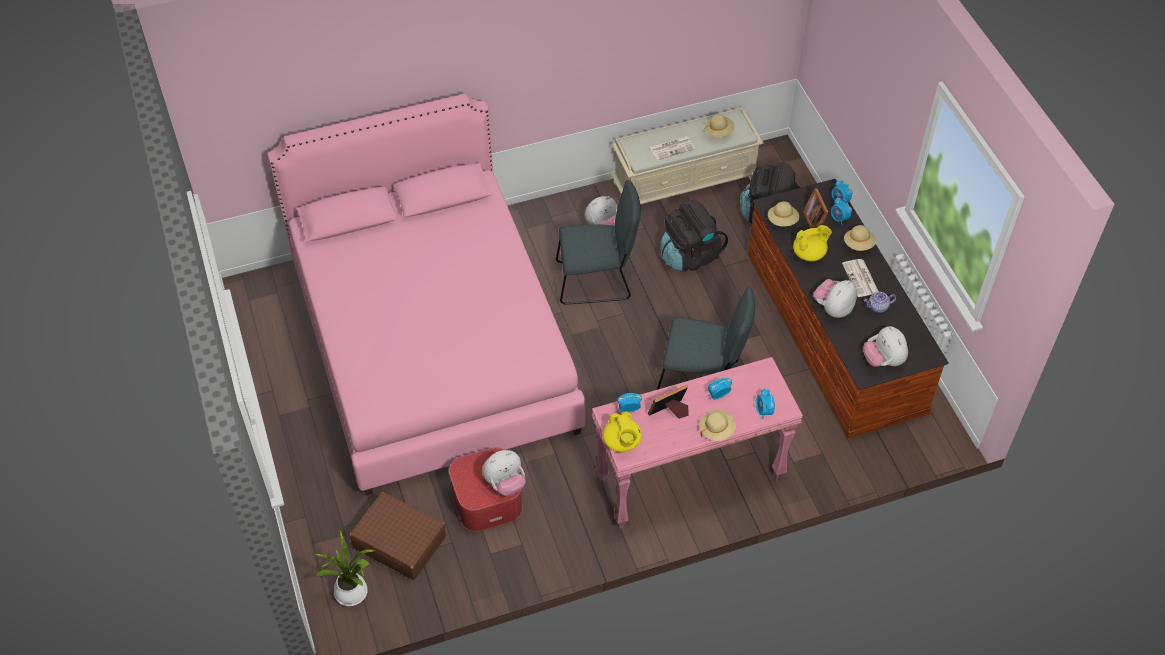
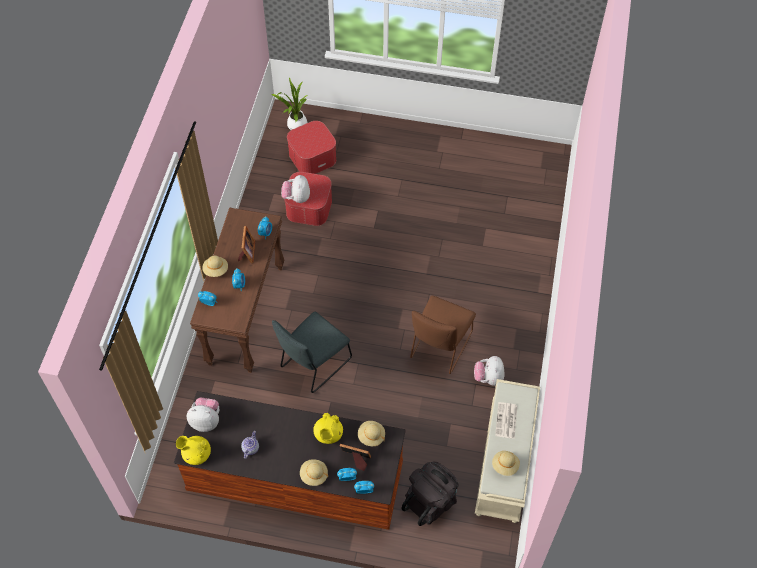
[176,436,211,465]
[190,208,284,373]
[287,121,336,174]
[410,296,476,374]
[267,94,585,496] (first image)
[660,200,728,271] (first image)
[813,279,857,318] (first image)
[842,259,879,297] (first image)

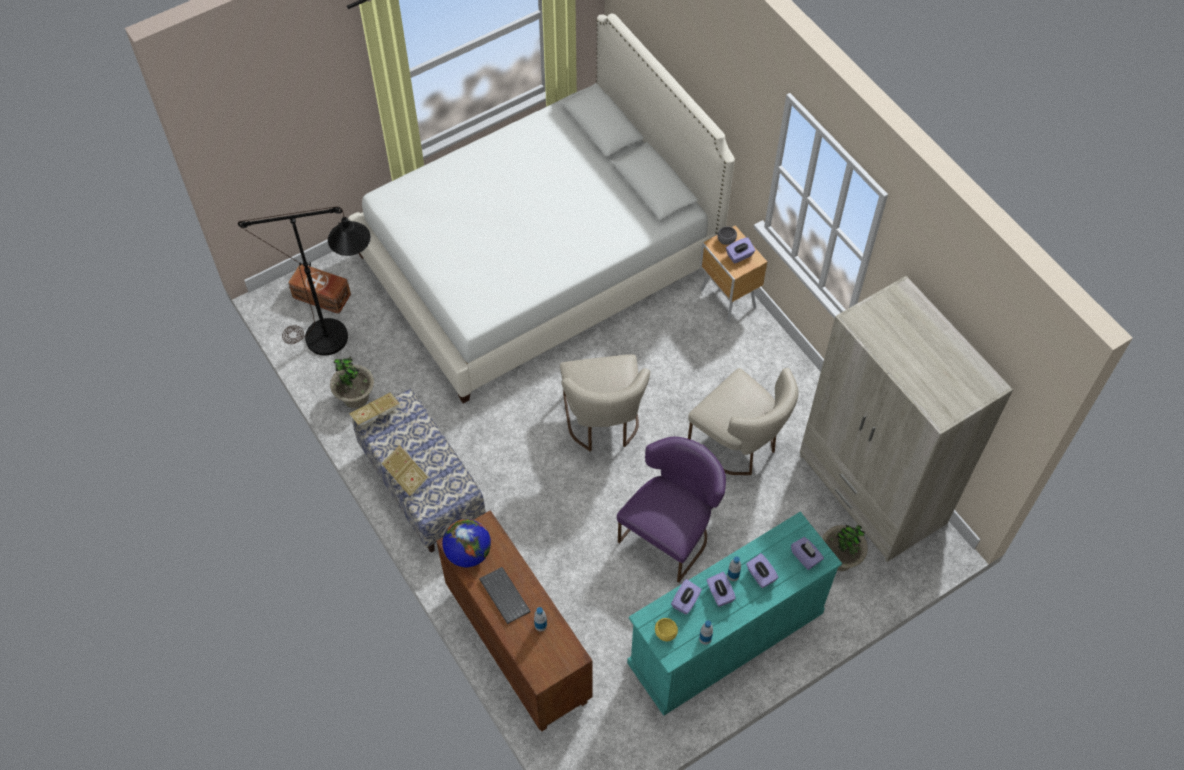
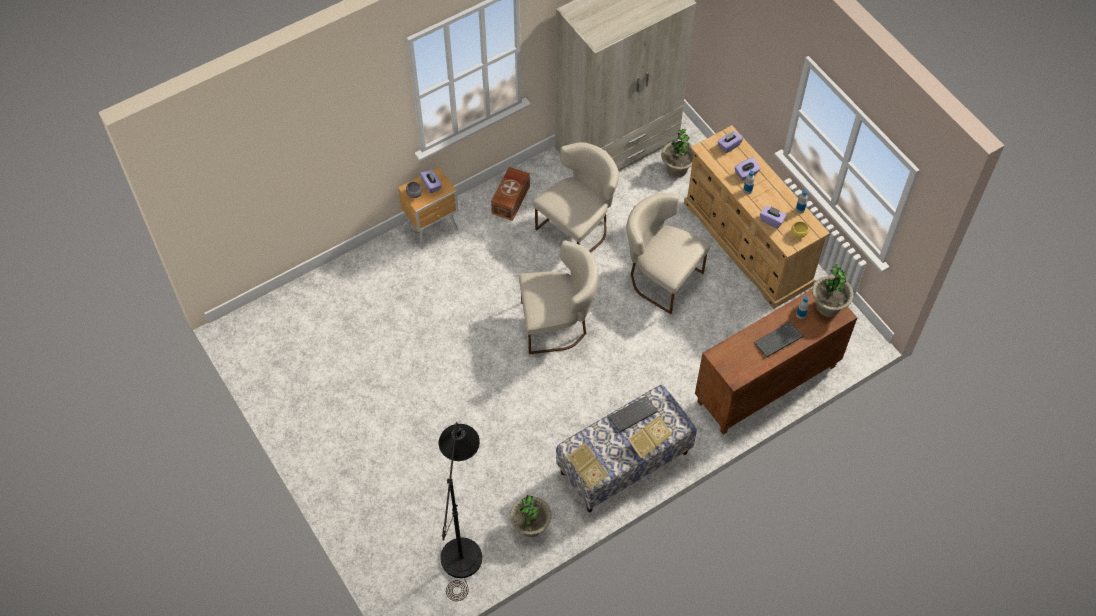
[491,167,530,221]
[608,396,658,432]
[626,193,710,314]
[684,125,830,309]
[812,264,854,317]
[348,14,735,404] (first image)
[442,519,491,567] (first image)
[707,572,736,607] (first image)

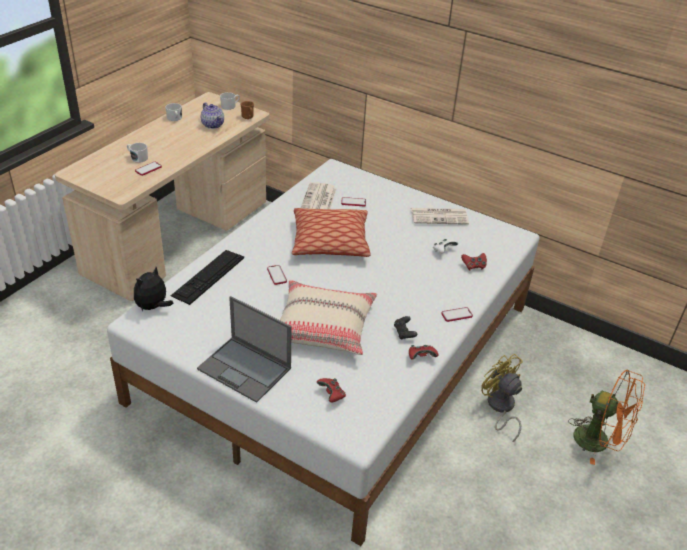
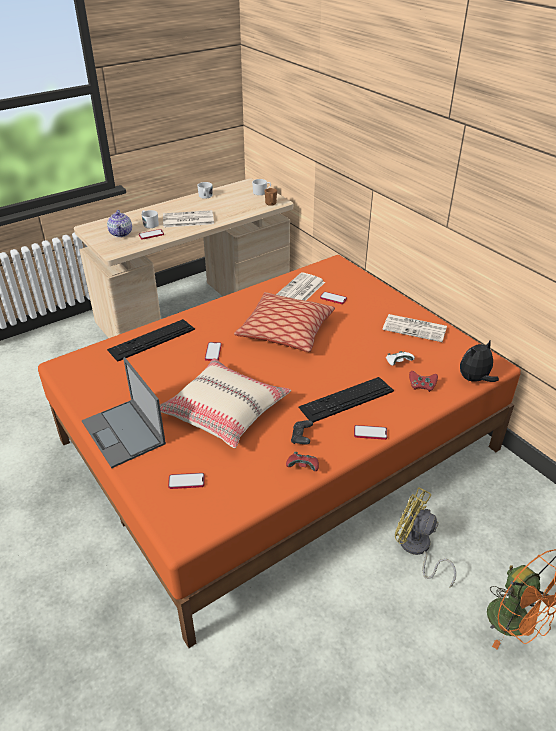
[38,255,521,648]
[107,210,132,237]
[163,210,214,228]
[168,473,205,489]
[298,377,394,423]
[395,487,456,588]
[460,339,499,382]

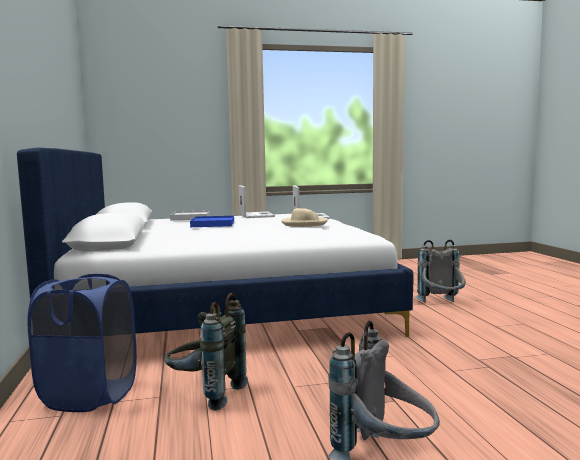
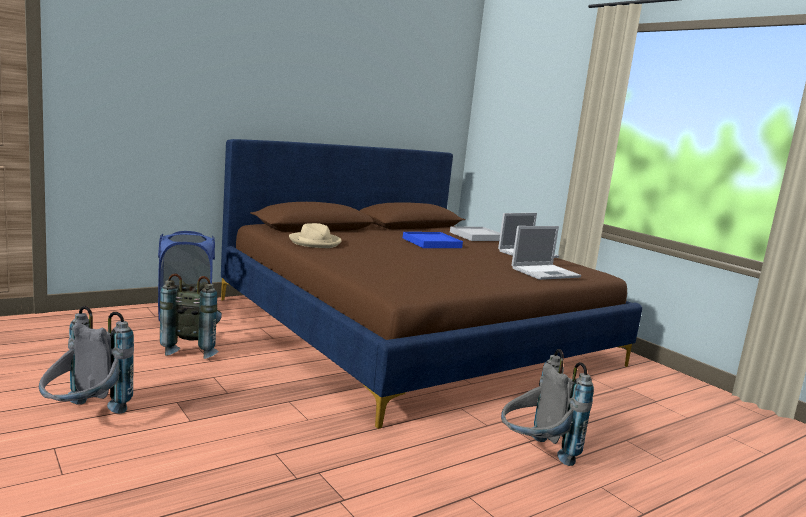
[221,139,642,429]
[289,223,342,248]

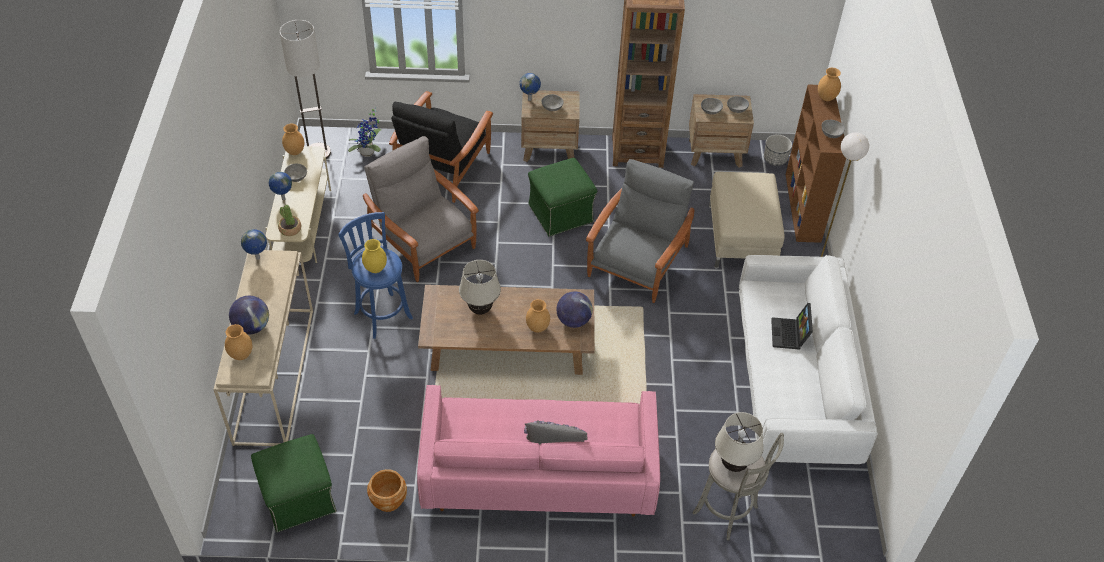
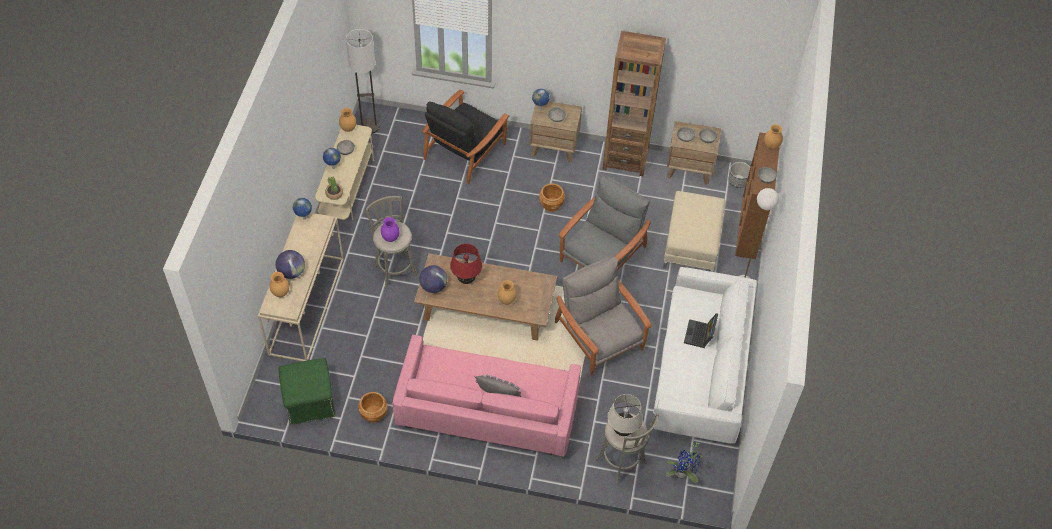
[365,196,418,288]
[381,217,399,242]
[419,265,447,293]
[450,244,482,284]
[539,183,565,212]
[555,257,652,375]
[666,441,702,483]

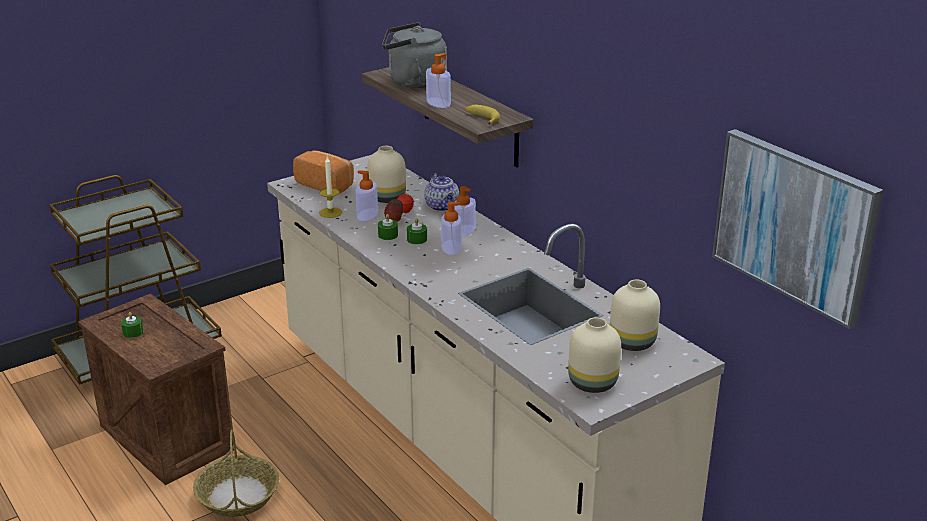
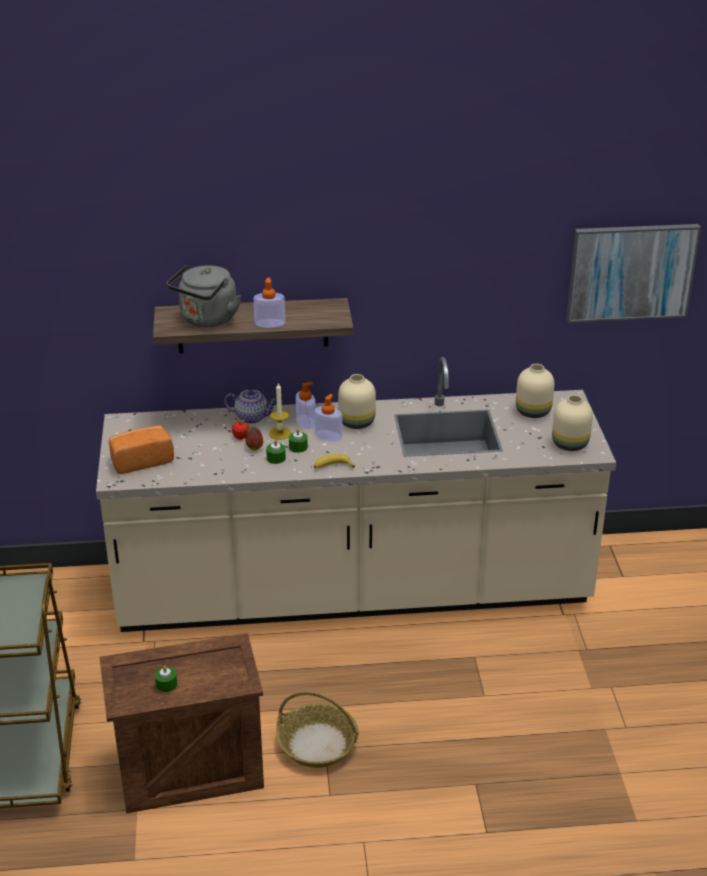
[269,382,291,440]
[314,454,356,468]
[338,374,376,429]
[356,170,378,221] (first image)

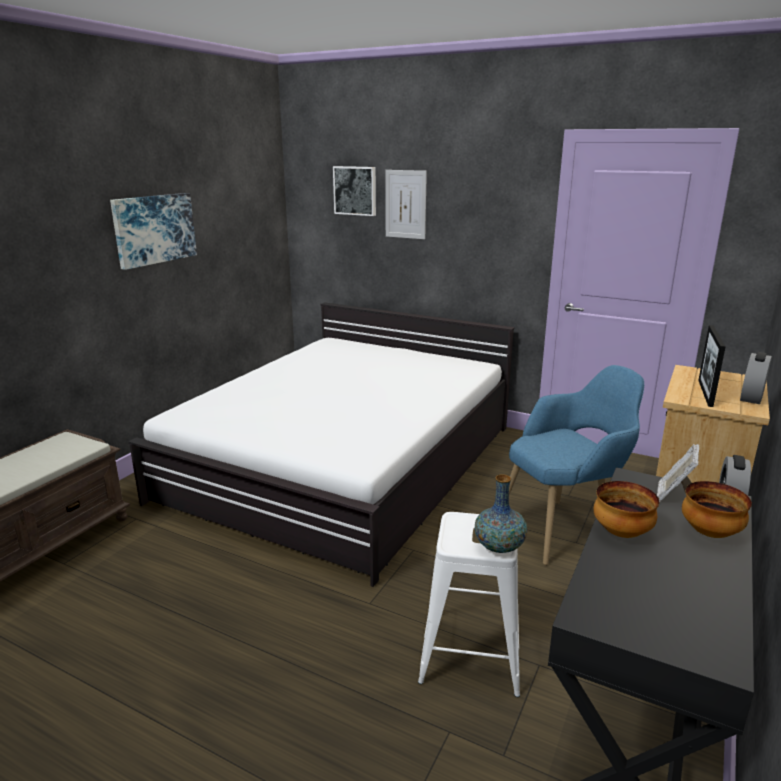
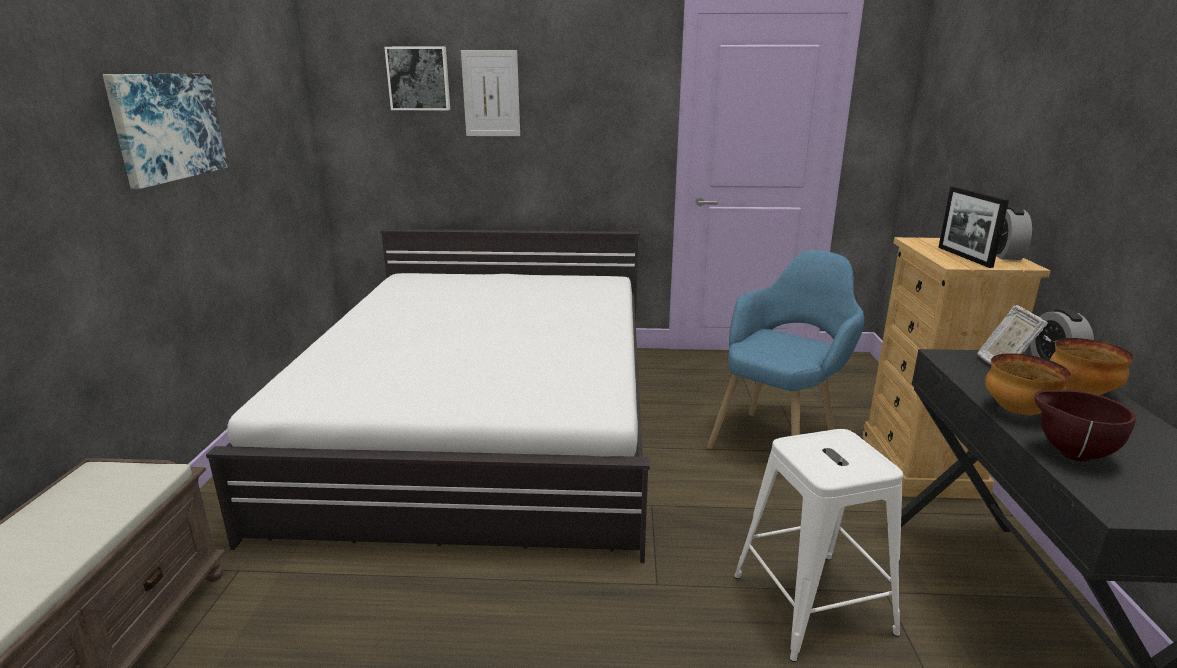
[1034,390,1136,462]
[475,475,527,553] (first image)

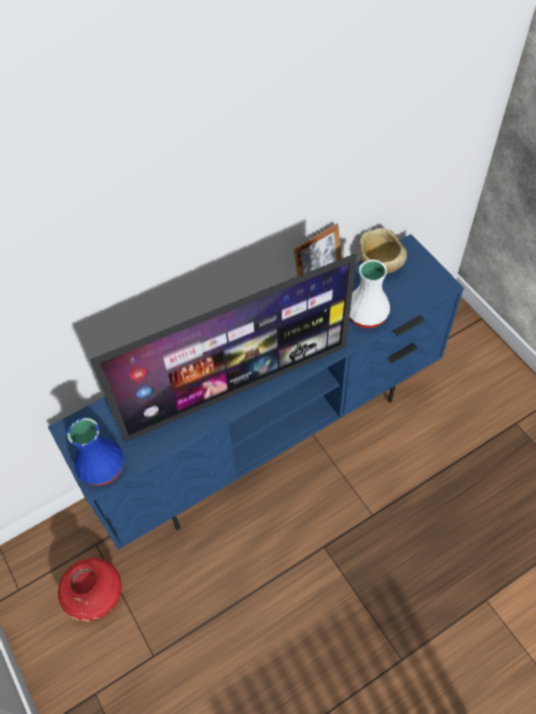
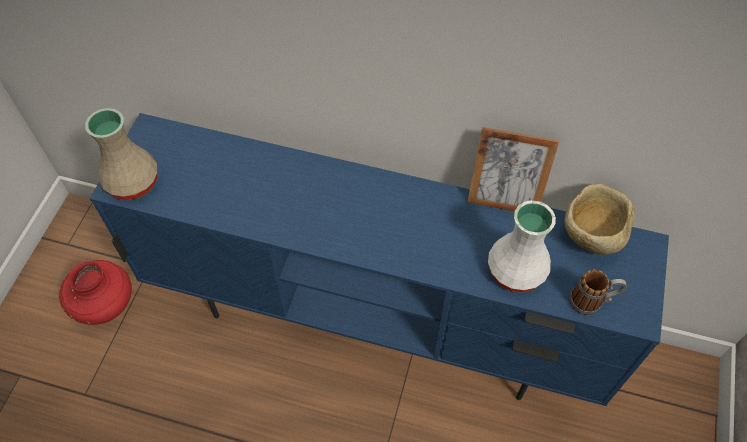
[85,108,157,200]
[569,269,627,315]
[90,253,357,442] (first image)

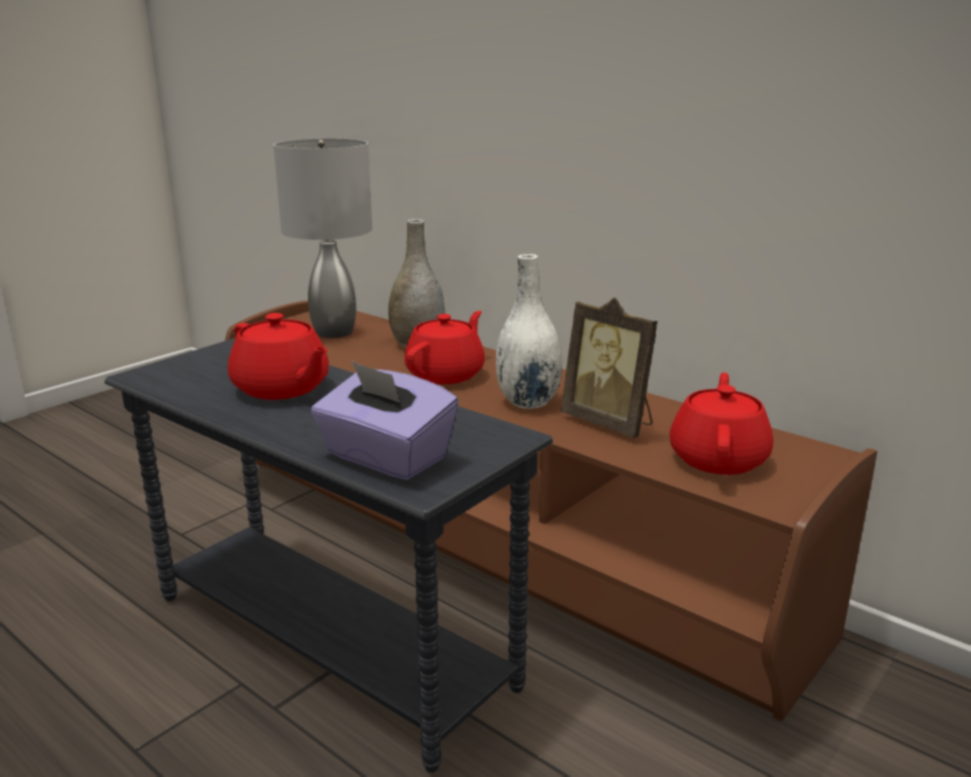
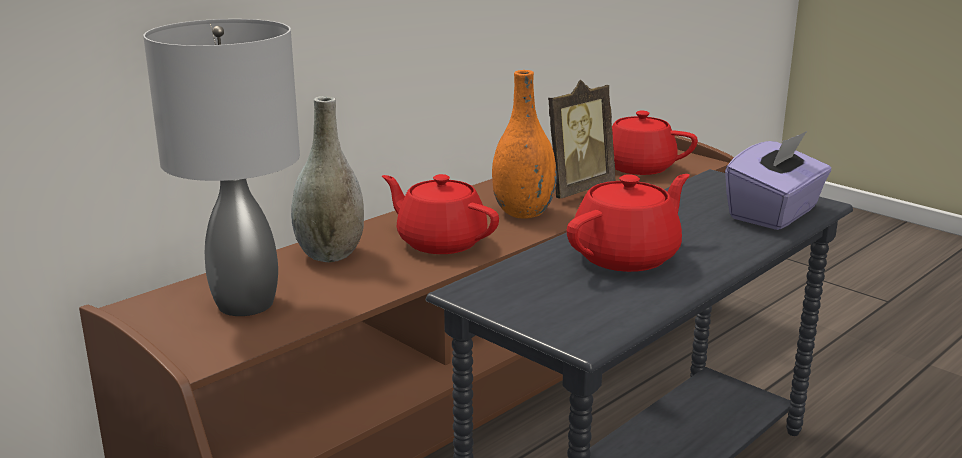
[492,70,557,219]

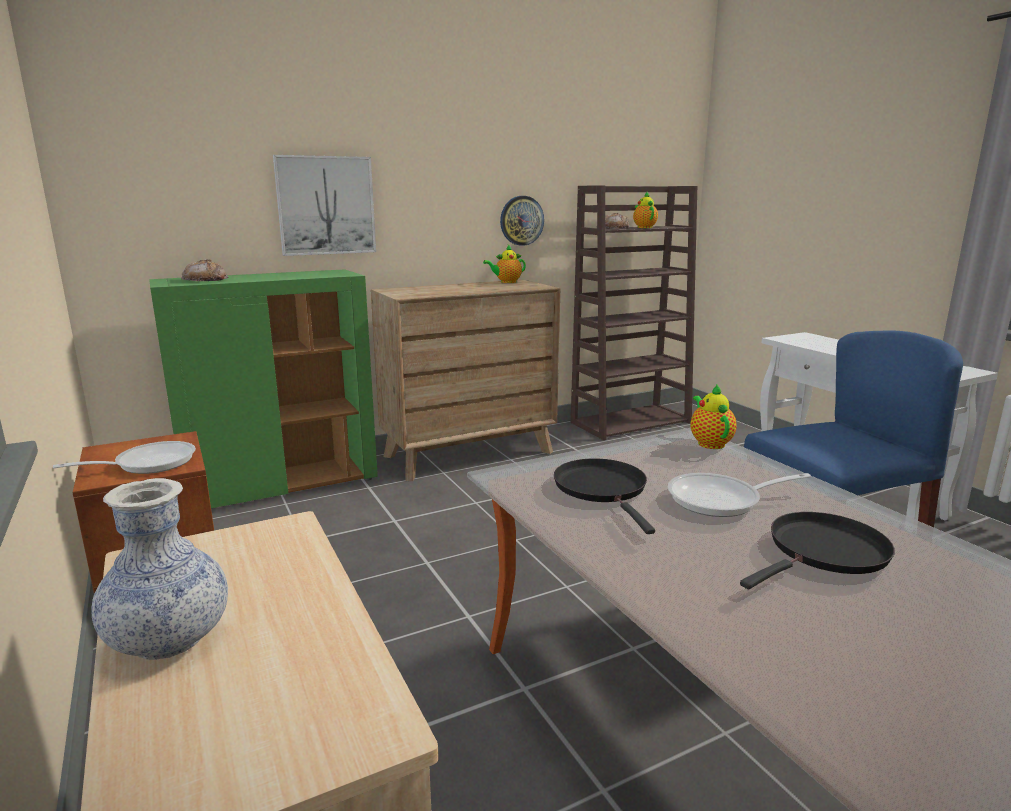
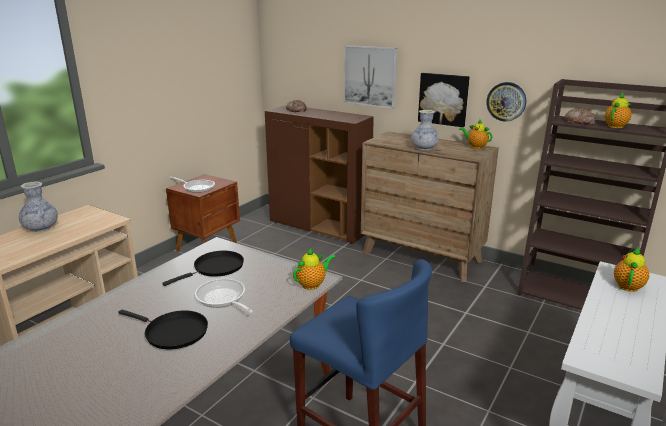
[265,105,374,244]
[411,110,439,151]
[418,73,470,127]
[614,248,649,292]

